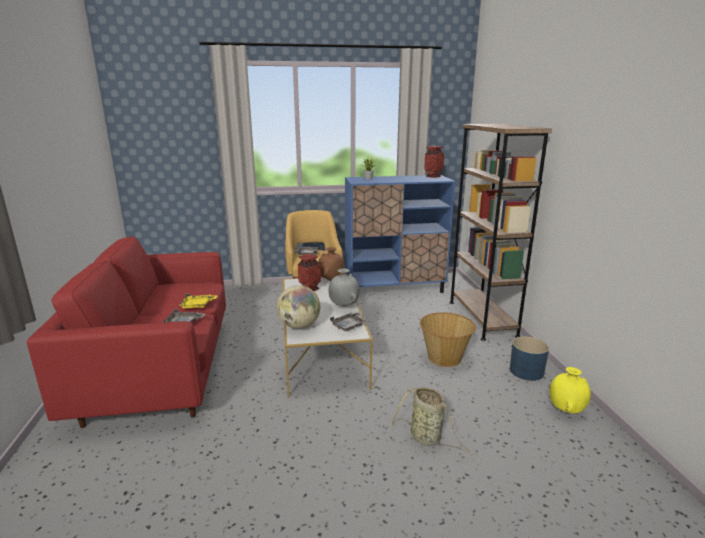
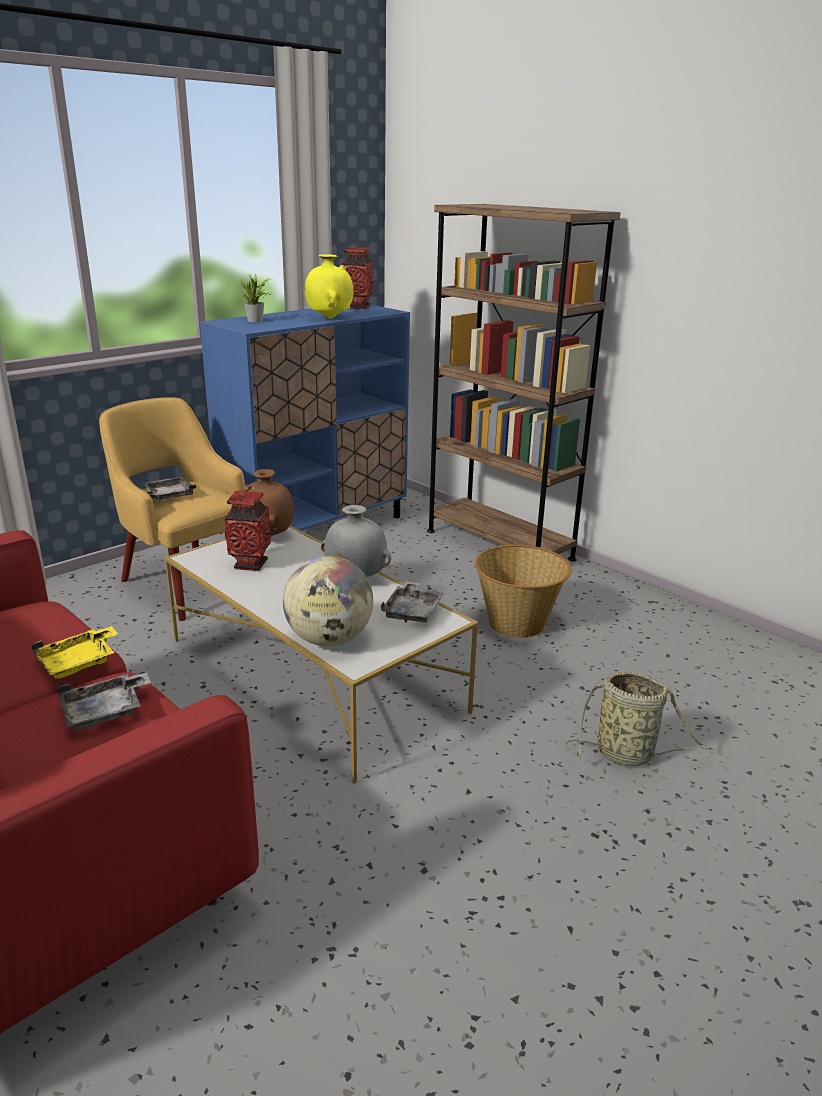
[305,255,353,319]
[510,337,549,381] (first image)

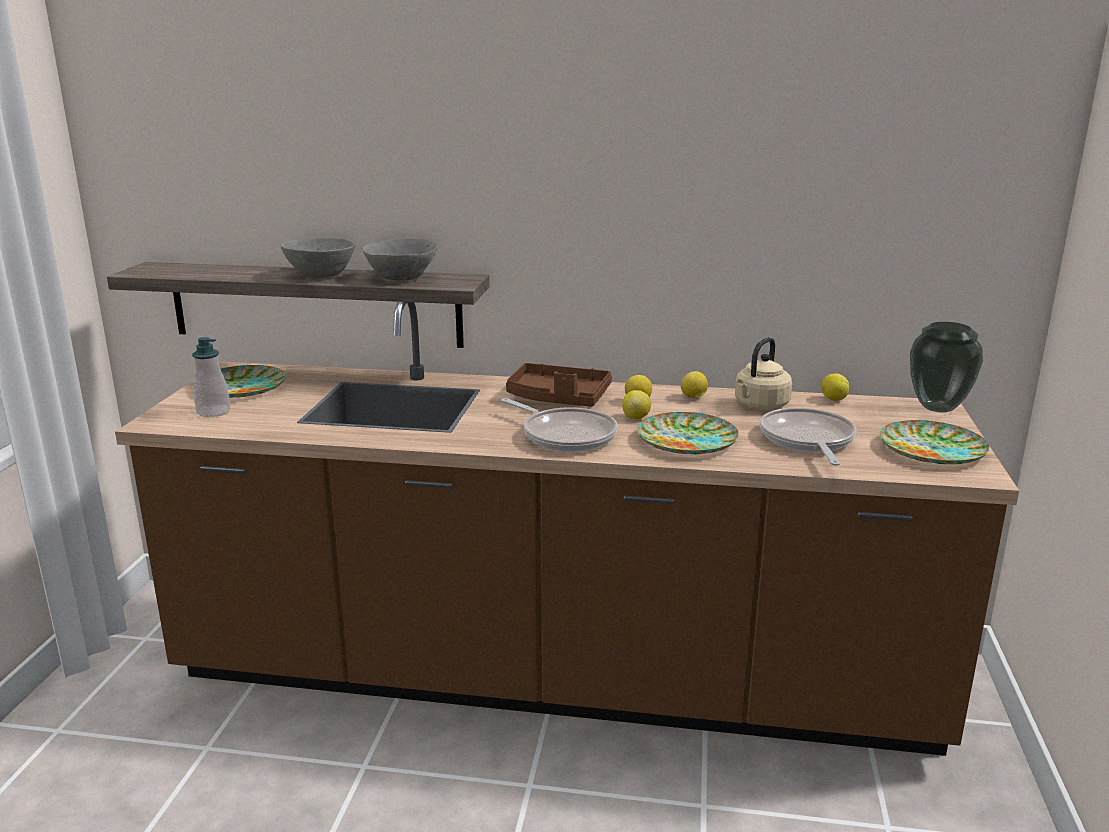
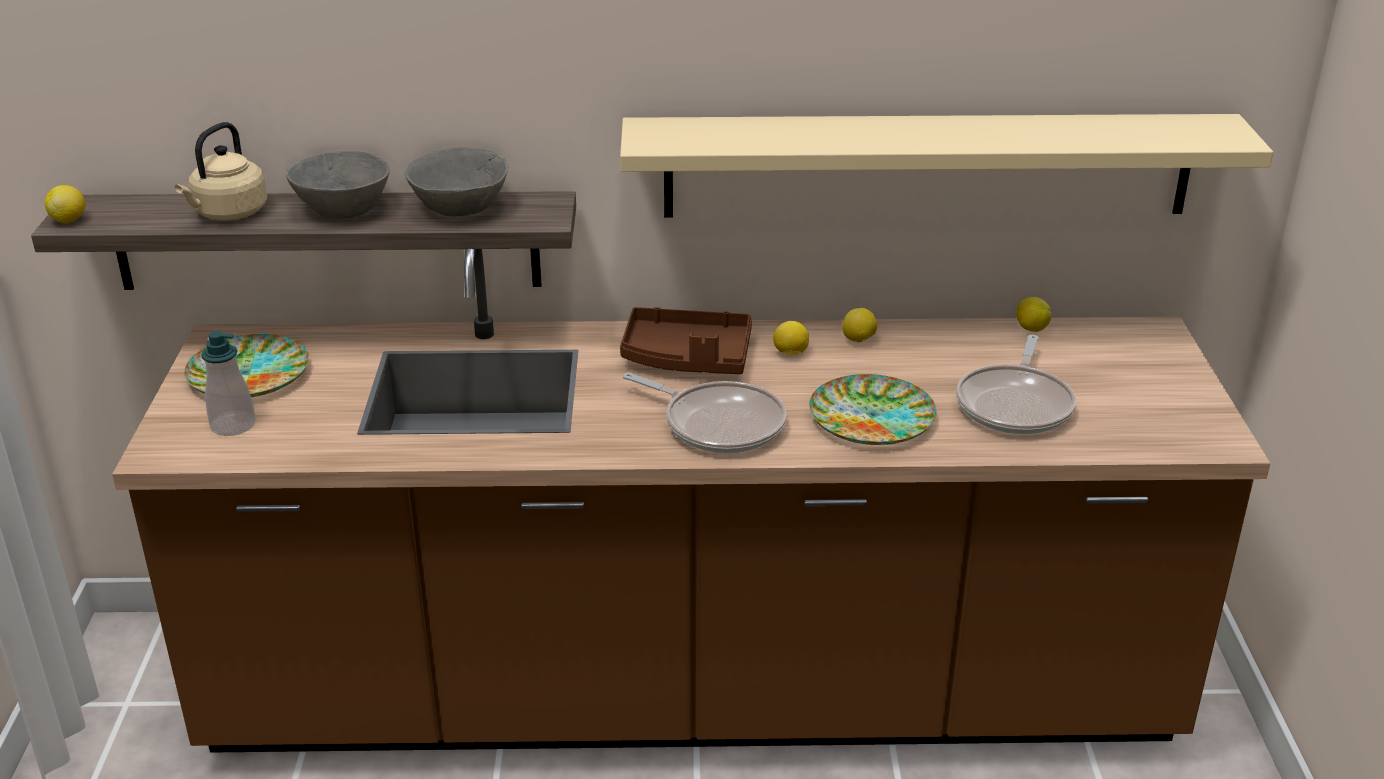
[45,185,86,223]
[175,122,267,221]
[620,114,1273,218]
[956,334,1076,435]
[880,420,990,464] (first image)
[910,322,983,412] (first image)

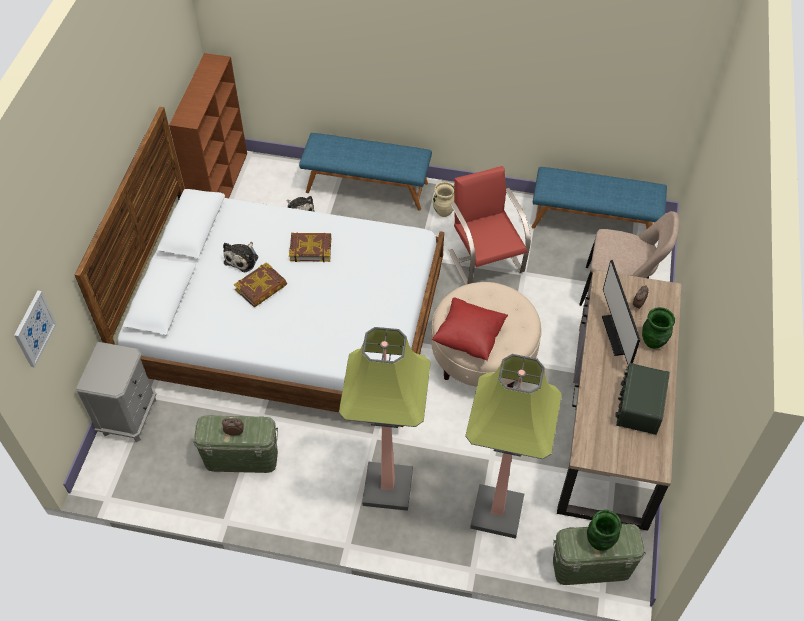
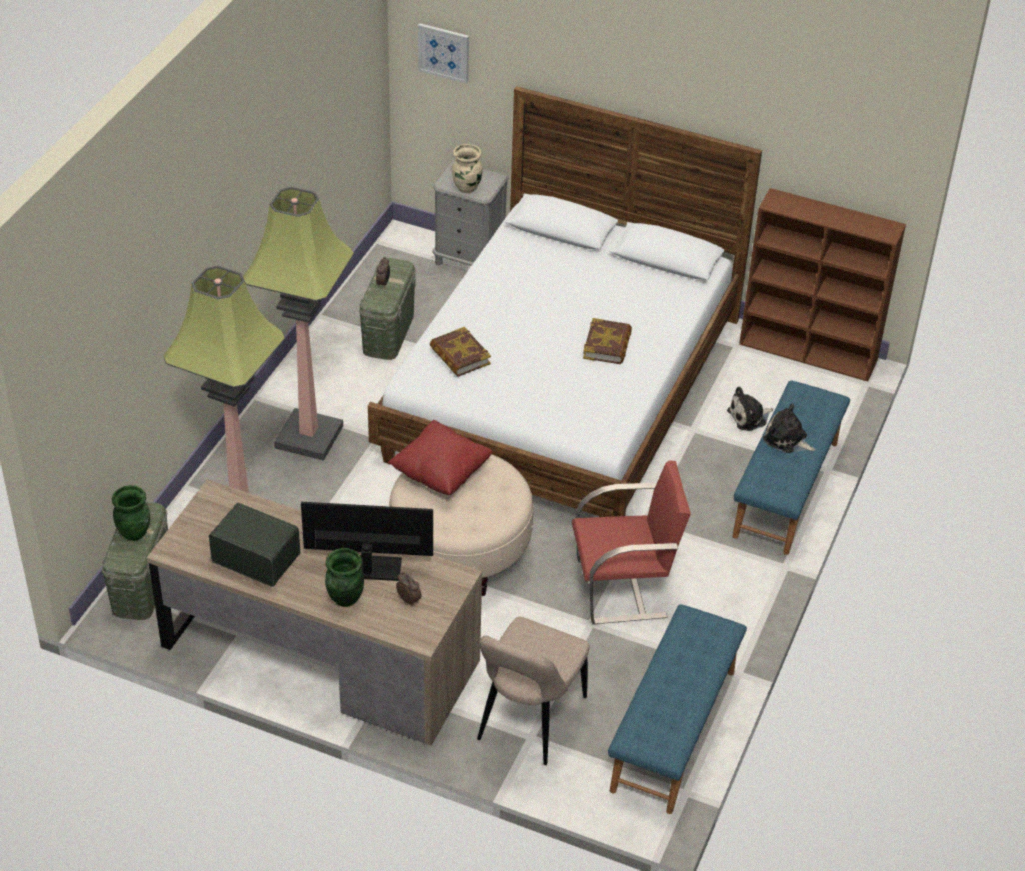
[430,327,491,376]
[452,144,482,193]
[763,403,816,453]

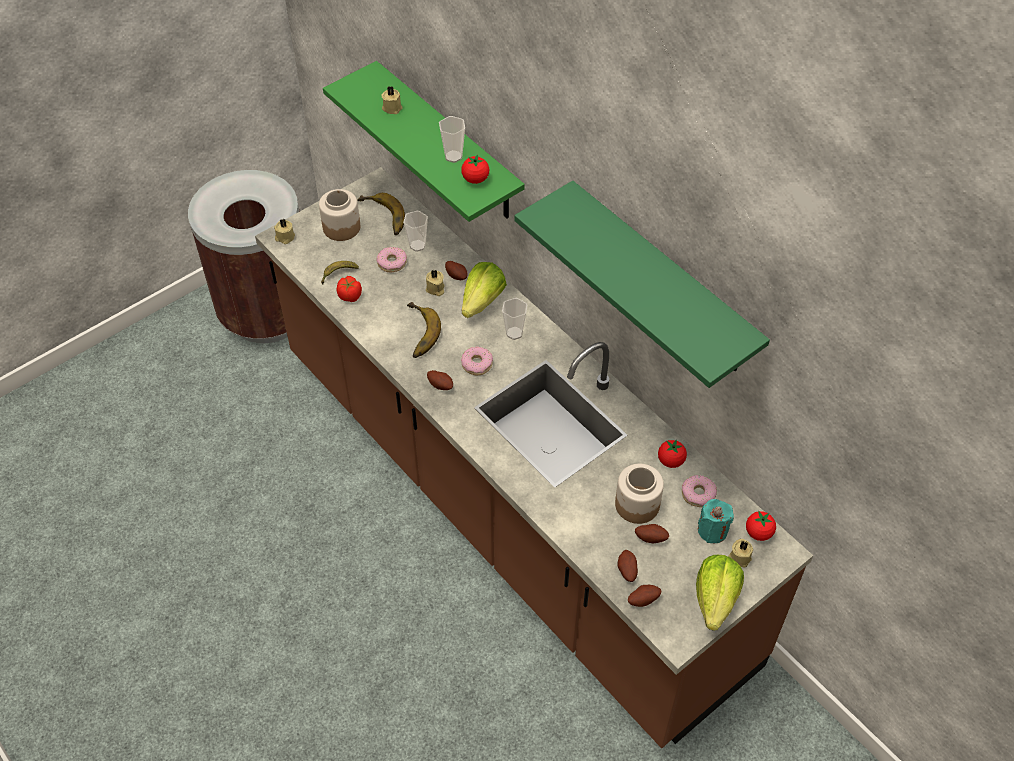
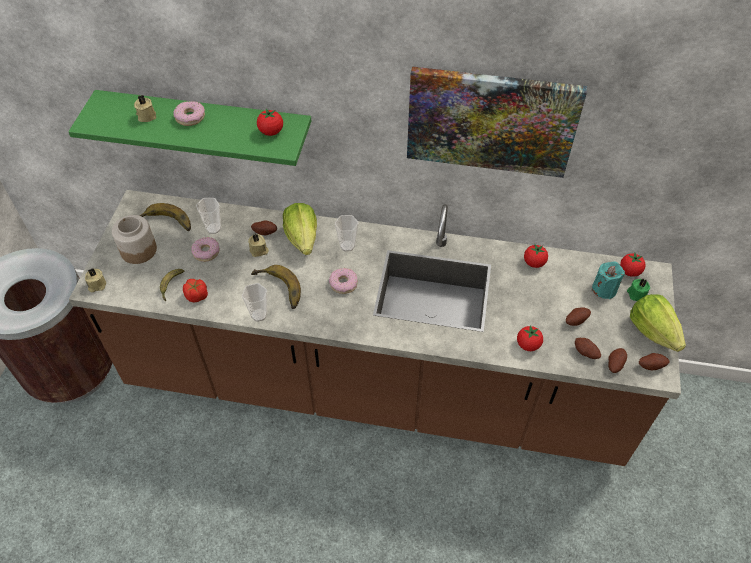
[173,101,205,126]
[242,283,267,322]
[407,67,587,178]
[517,325,543,351]
[627,278,650,301]
[639,353,670,370]
[615,464,664,524] (first image)

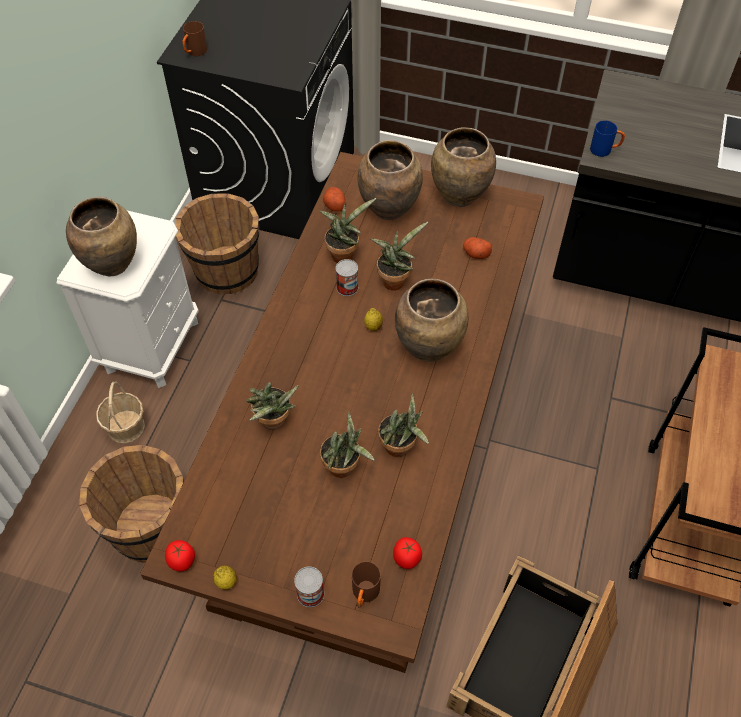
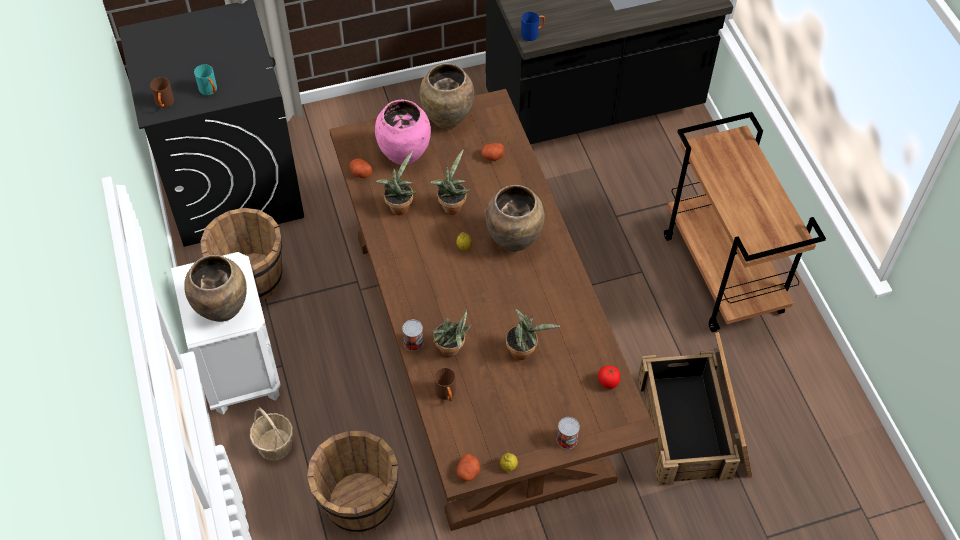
[194,64,217,95]
[375,100,431,165]
[402,320,424,351]
[434,368,456,401]
[457,454,480,482]
[378,393,429,457] (first image)

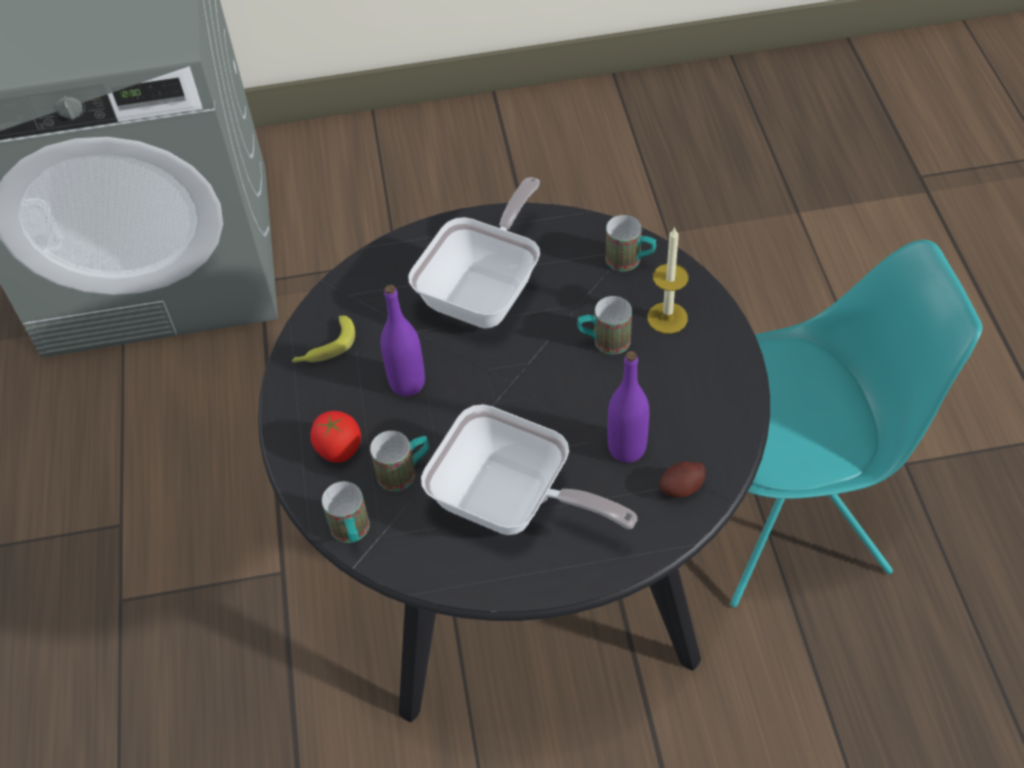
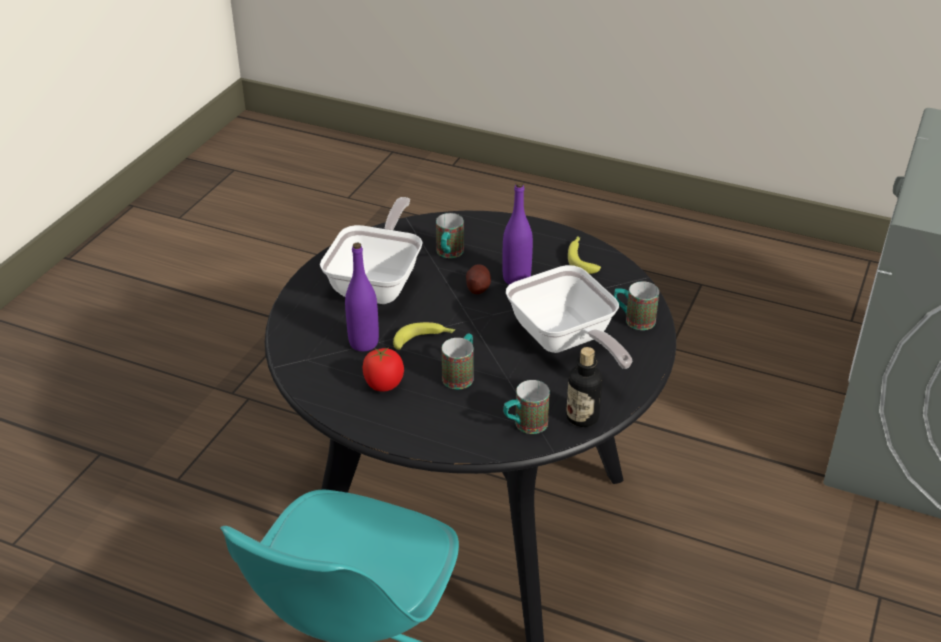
[320,197,423,304]
[362,347,404,392]
[393,322,455,350]
[466,264,491,294]
[566,347,602,427]
[614,281,659,330]
[648,226,689,334] (first image)

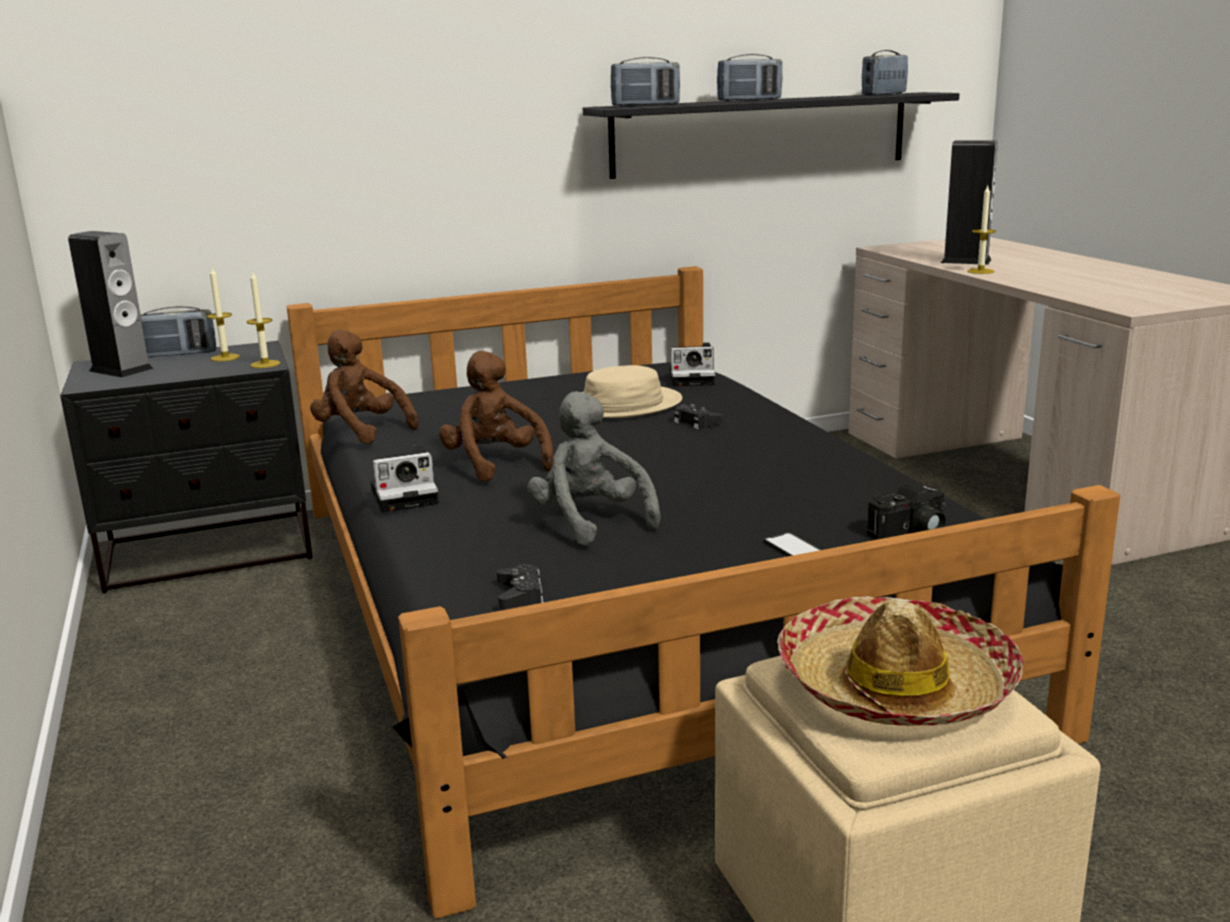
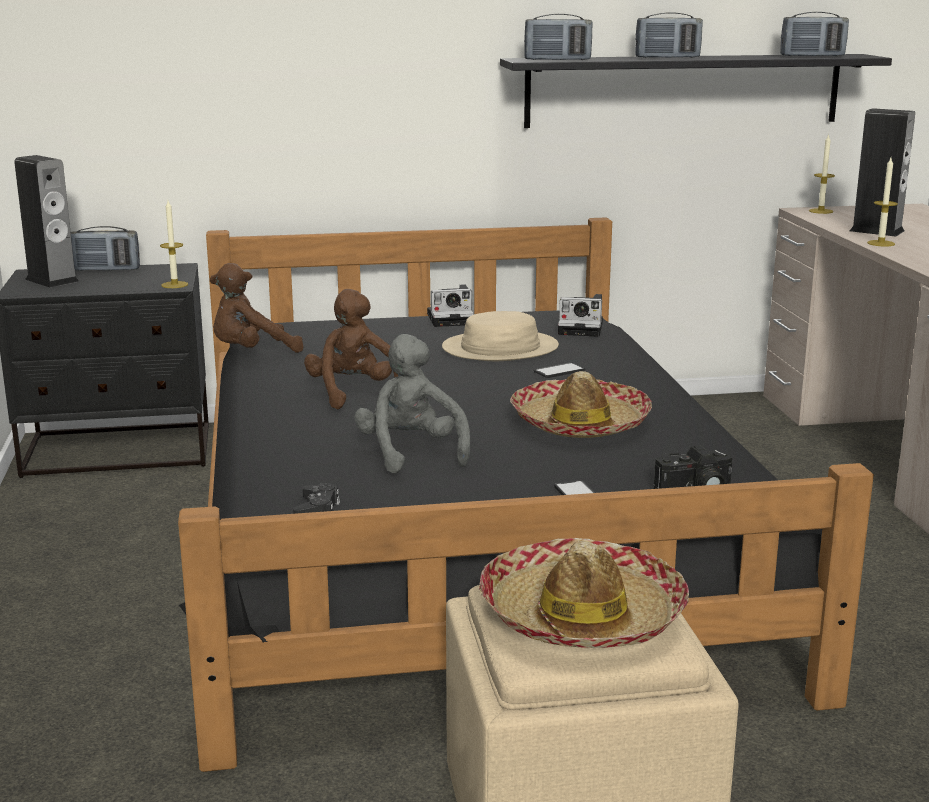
[210,263,304,353]
[427,284,474,327]
[510,371,652,438]
[534,362,585,378]
[780,12,849,56]
[809,134,835,214]

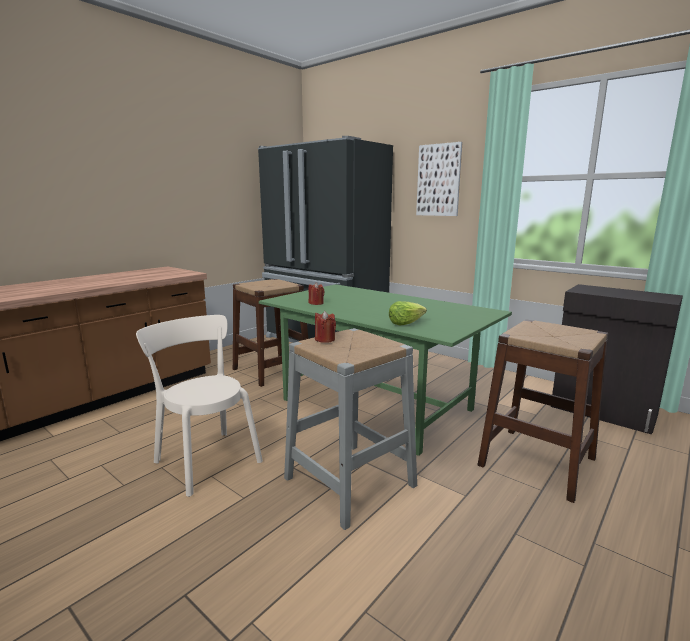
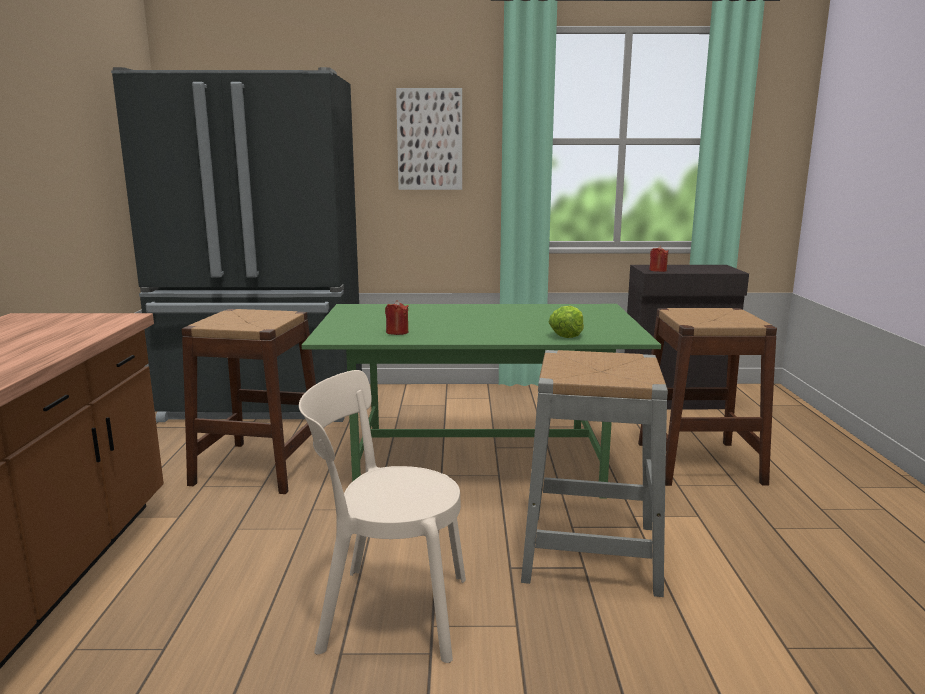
[649,246,669,272]

